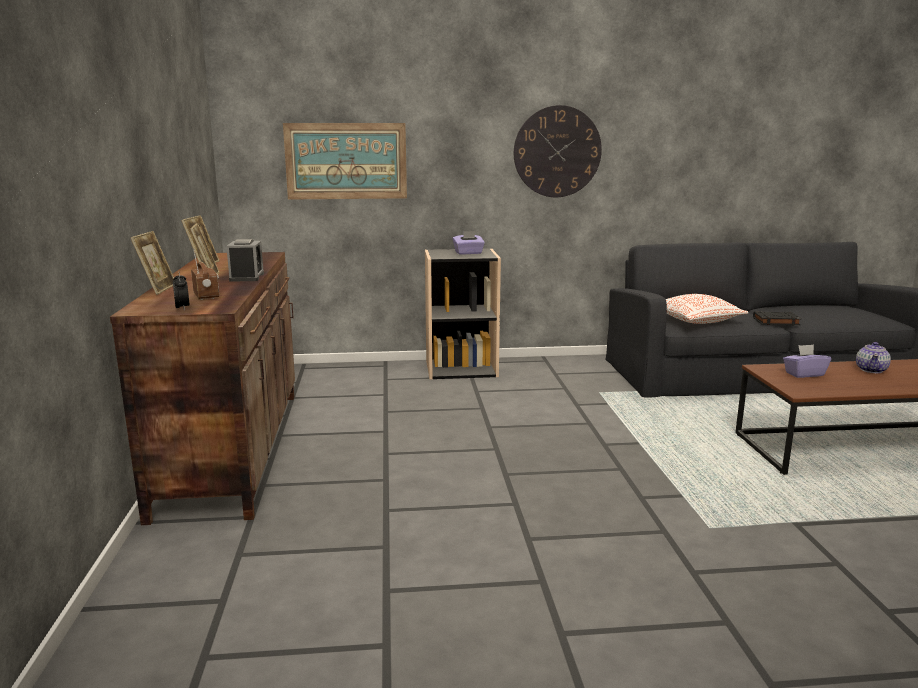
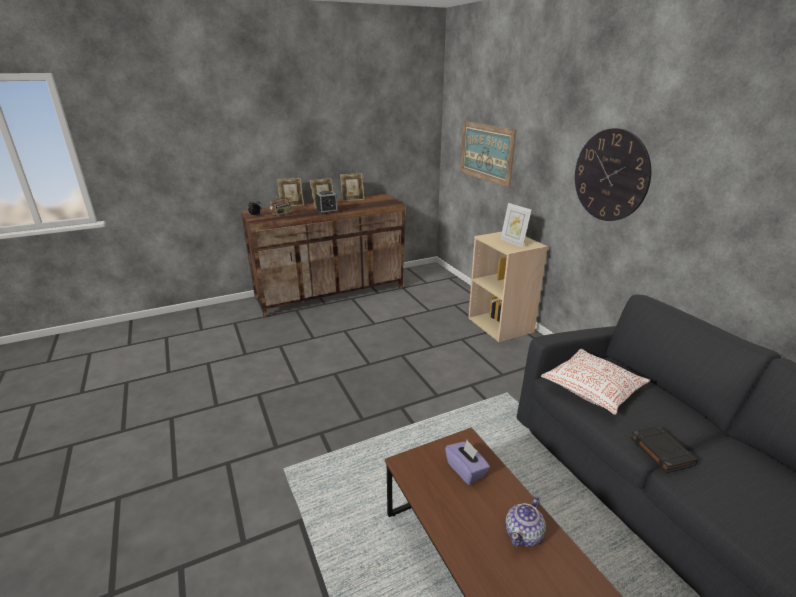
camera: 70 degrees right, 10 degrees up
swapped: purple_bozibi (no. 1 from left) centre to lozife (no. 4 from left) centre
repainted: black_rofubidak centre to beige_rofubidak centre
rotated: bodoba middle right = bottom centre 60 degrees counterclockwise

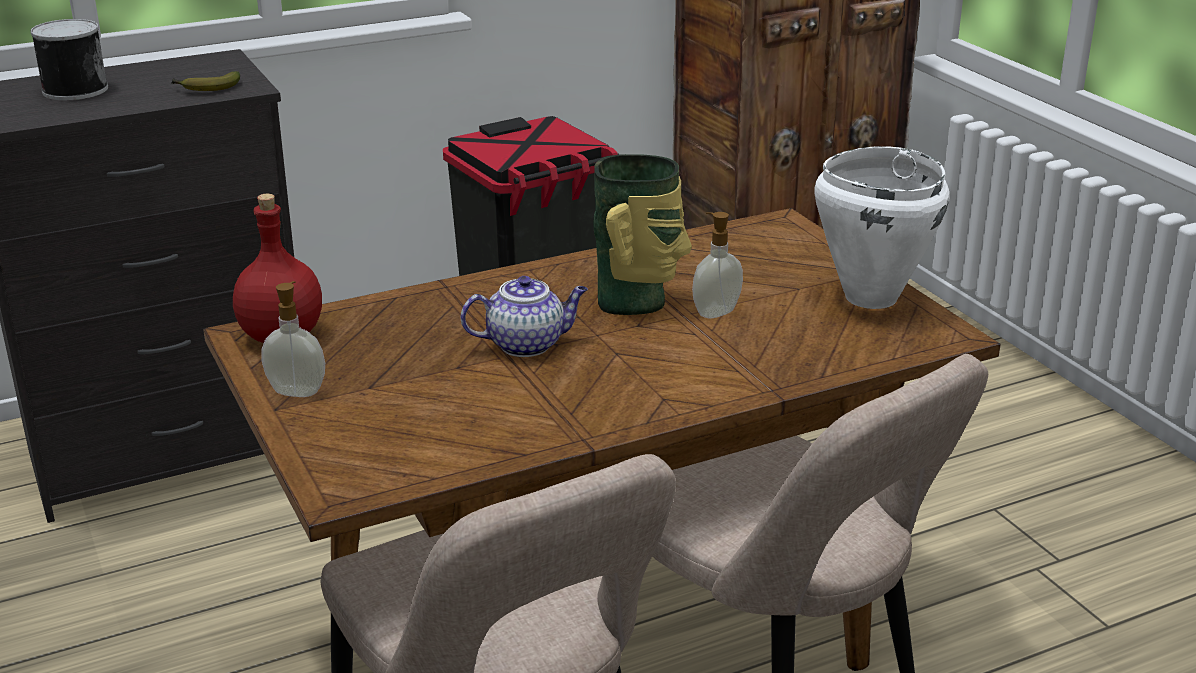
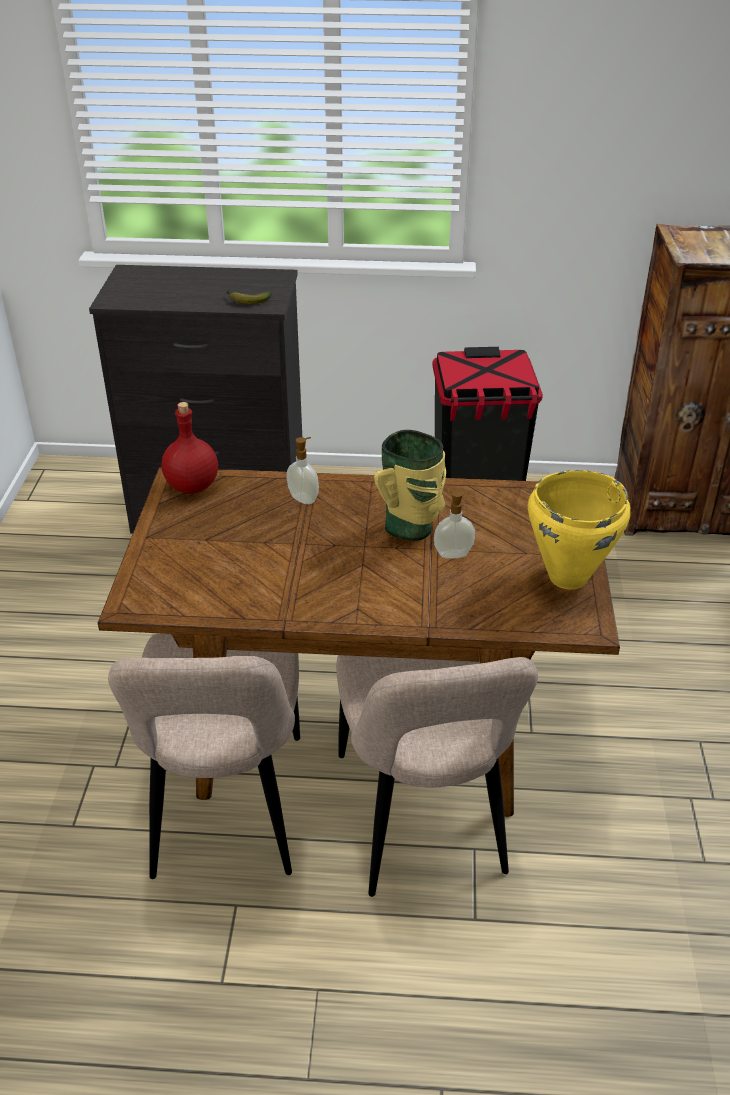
camera: 30 degrees right, 10 degrees up
gone: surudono top left; bodoba centre
shifted: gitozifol (no. 1 from left) middle left to centre
repainted: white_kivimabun middle right to yellow_kivimabun middle right

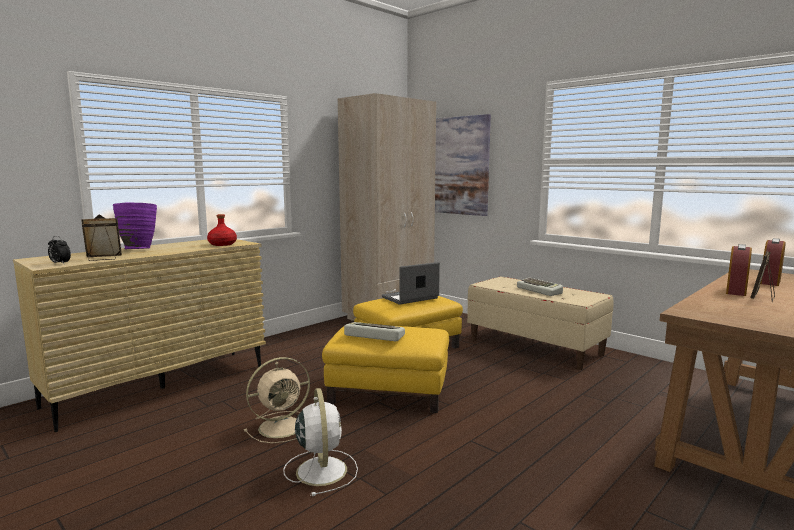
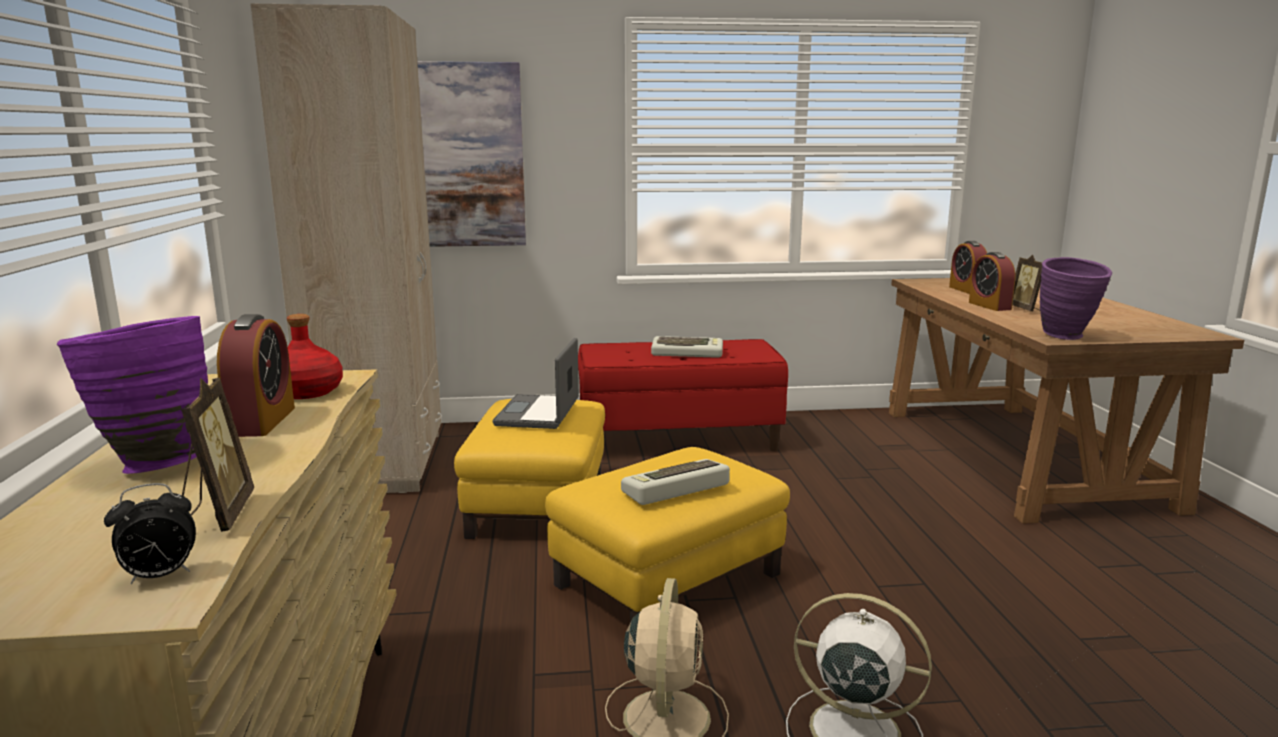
camera: 50 degrees left, 5 degrees up
new: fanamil (no. 2 from left) middle left; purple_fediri (no. 2 from left) middle right
repainted: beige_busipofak middle right to red_busipofak centre
rotated: lozife (no. 1 from left) middle left = middle left 150 degrees clockwise

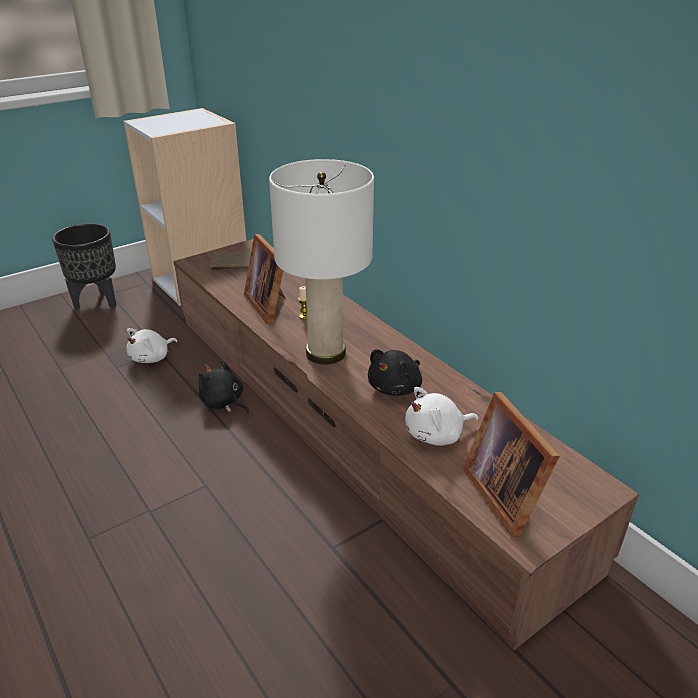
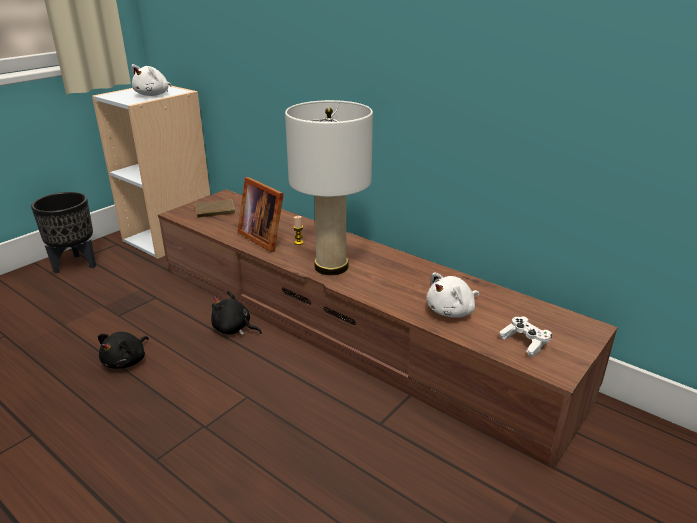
camera: 15 degrees left, 5 degrees down
shifted: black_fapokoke (no. 2 from left in the first image) centre to black_fapokoke (no. 1 from left) bottom left; white_fapokoke (no. 1 from left) middle left to top left
swapped: lozife (no. 2 from left) middle right to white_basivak middle right

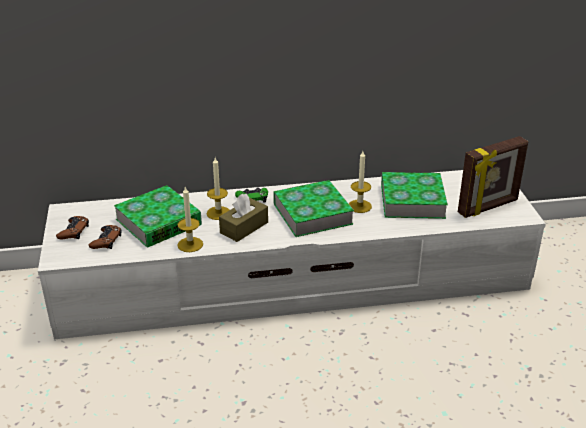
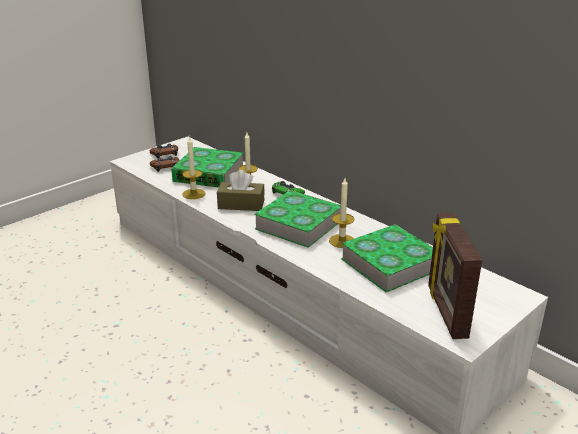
camera: 55 degrees right, 5 degrees down
rotated: lozife middle right = middle right 60 degrees clockwise

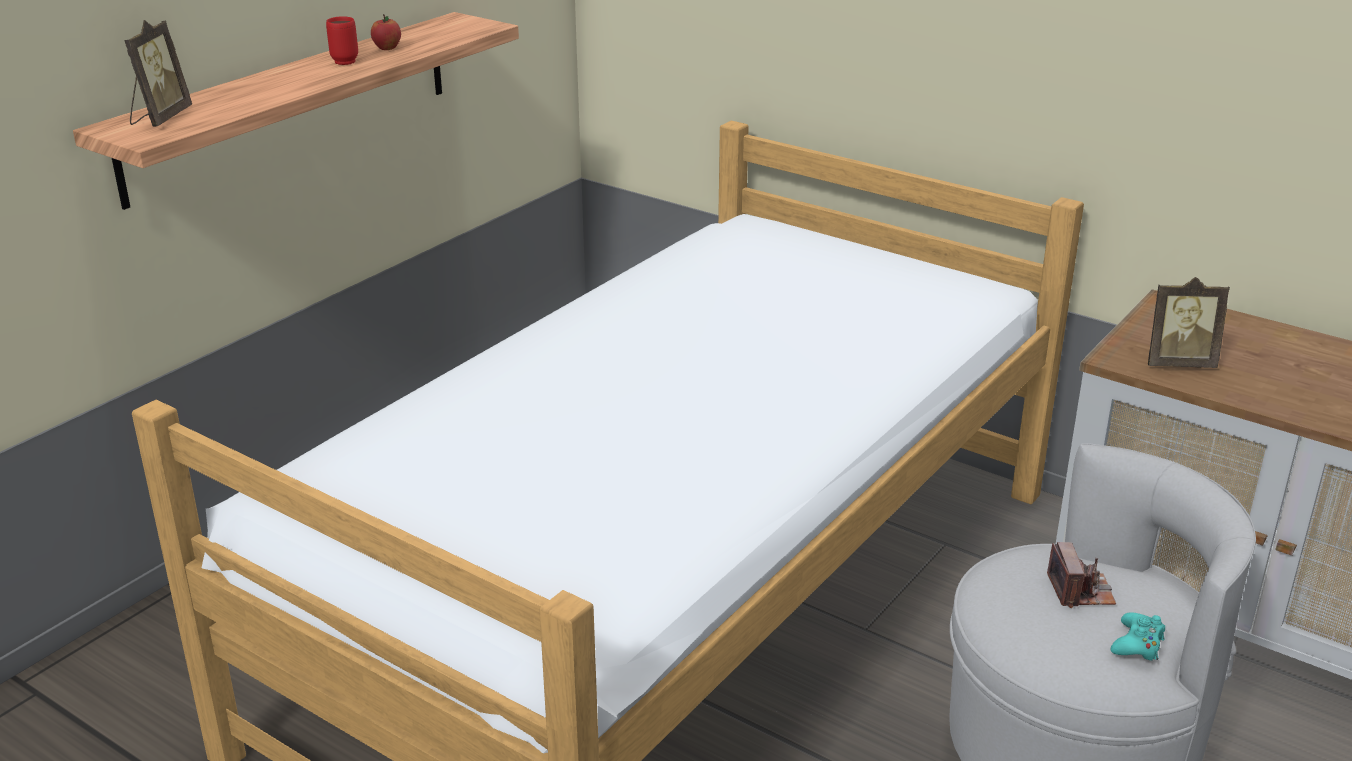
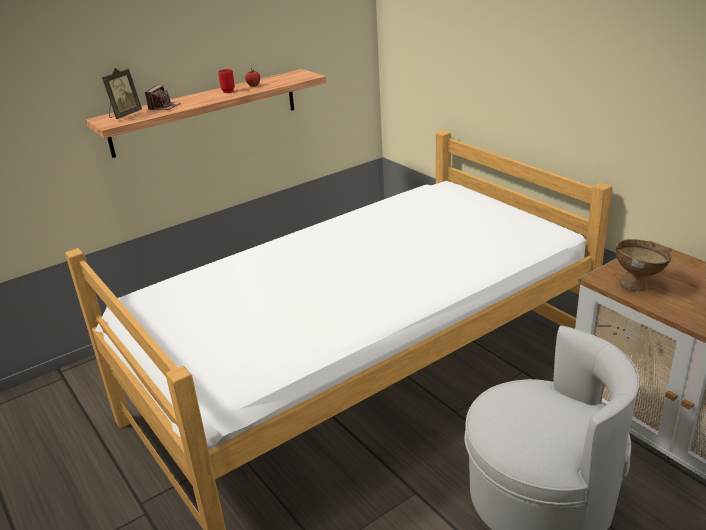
camera: 20 degrees right, 0 degrees up
gone: turquoise_basivak bottom right
shifted: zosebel bottom right to top left
swapped: lozife (no. 2 from left) middle right to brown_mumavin middle right

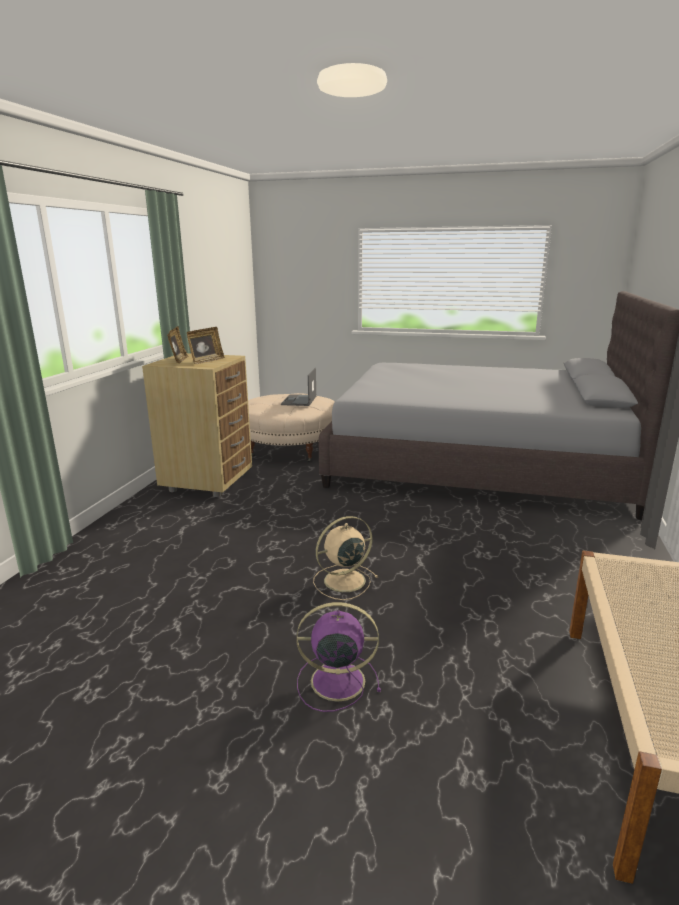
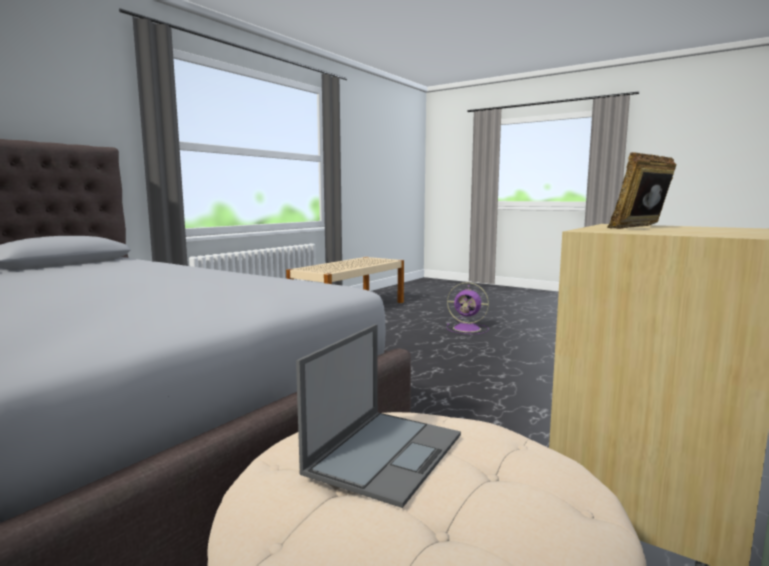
camera: 160 degrees left, 10 degrees down
gone: lozife (no. 1 from left) middle left; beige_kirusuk centre

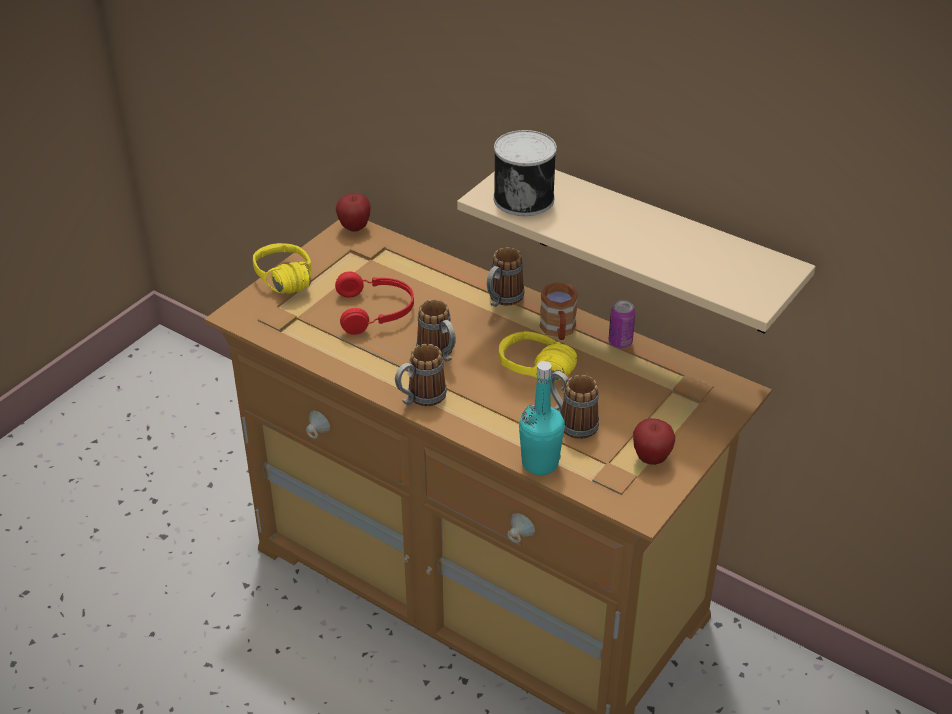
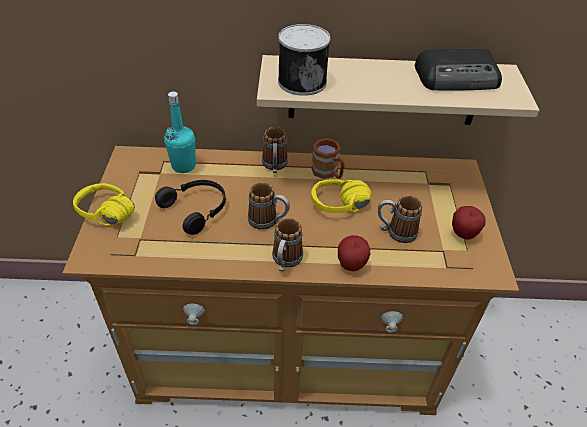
camera: 35 degrees left, 5 degrees up
gone: surudono (no. 2 from left) centre
new: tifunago top right
shifted: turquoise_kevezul centre to top left; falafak (no. 1 from left) top centre to centre
repainted: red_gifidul centre to black_gifidul middle left

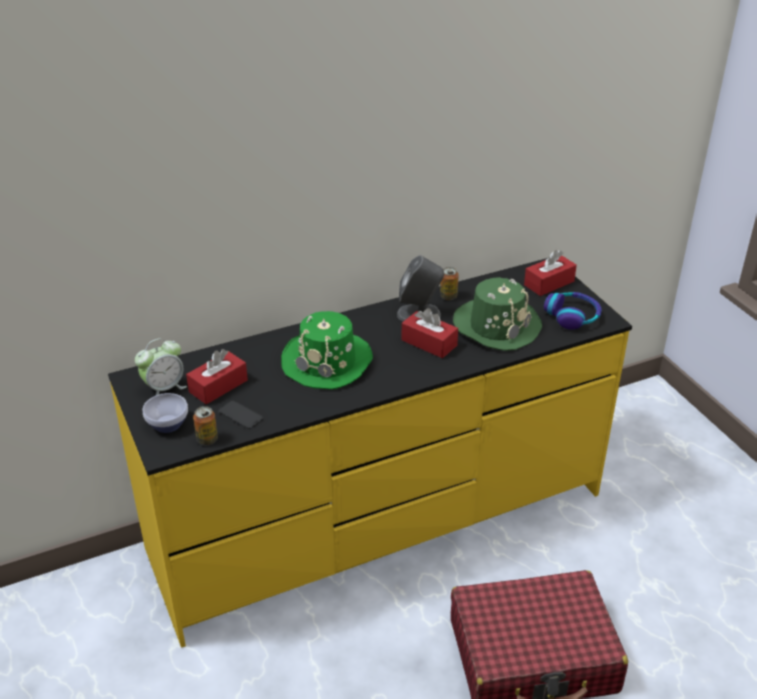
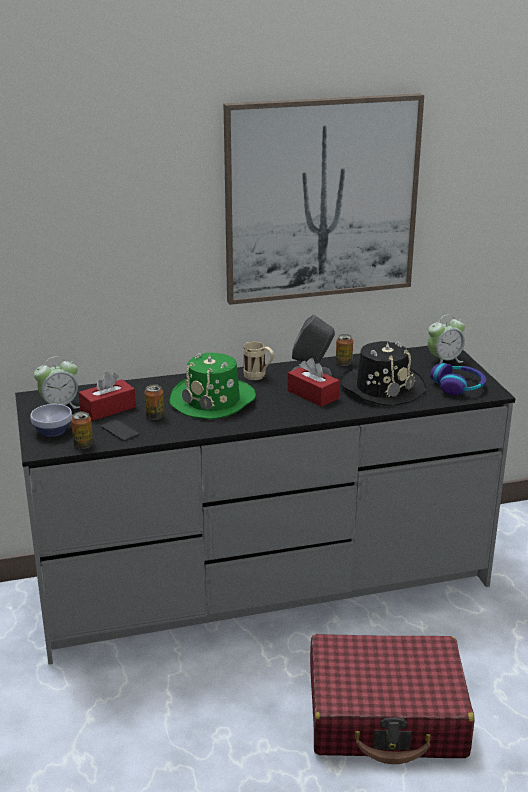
camera: 10 degrees right, 10 degrees down
new: surudono (no. 2 from left) middle left; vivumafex top centre; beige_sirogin centre
swapped: red_bozibi (no. 3 from left) middle right to fanamil (no. 2 from left) middle right
repainted: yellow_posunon centre to grey_posunon centre; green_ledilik (no. 2 from left) centre to black_ledilik middle right

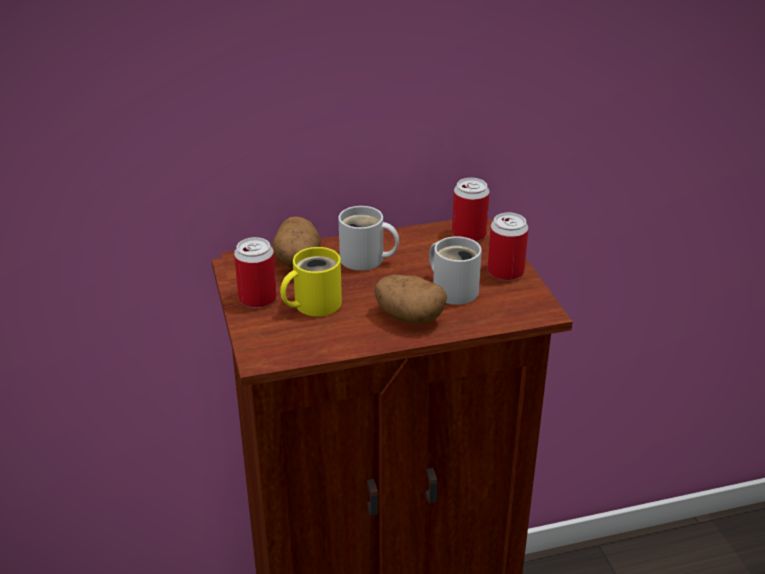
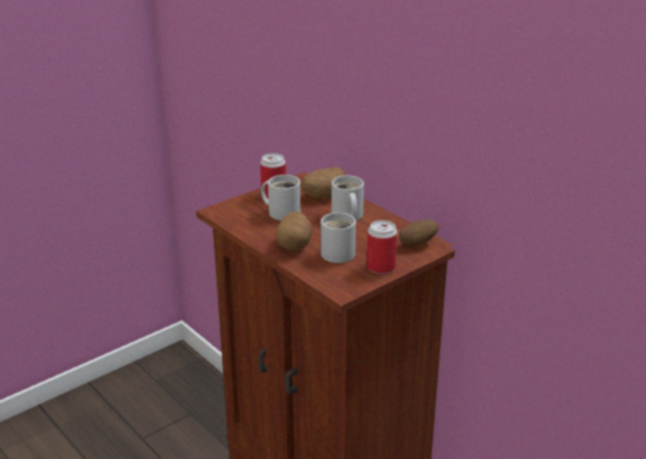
camera: 65 degrees right, 5 degrees down
swapped: surudono (no. 2 from left) centre to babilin (no. 3 from left) centre
repainted: yellow_sirogin centre to white_sirogin (no. 1 from left) centre

